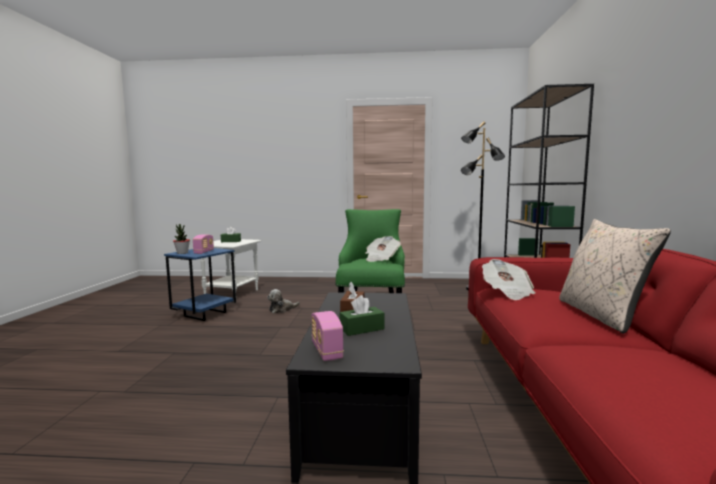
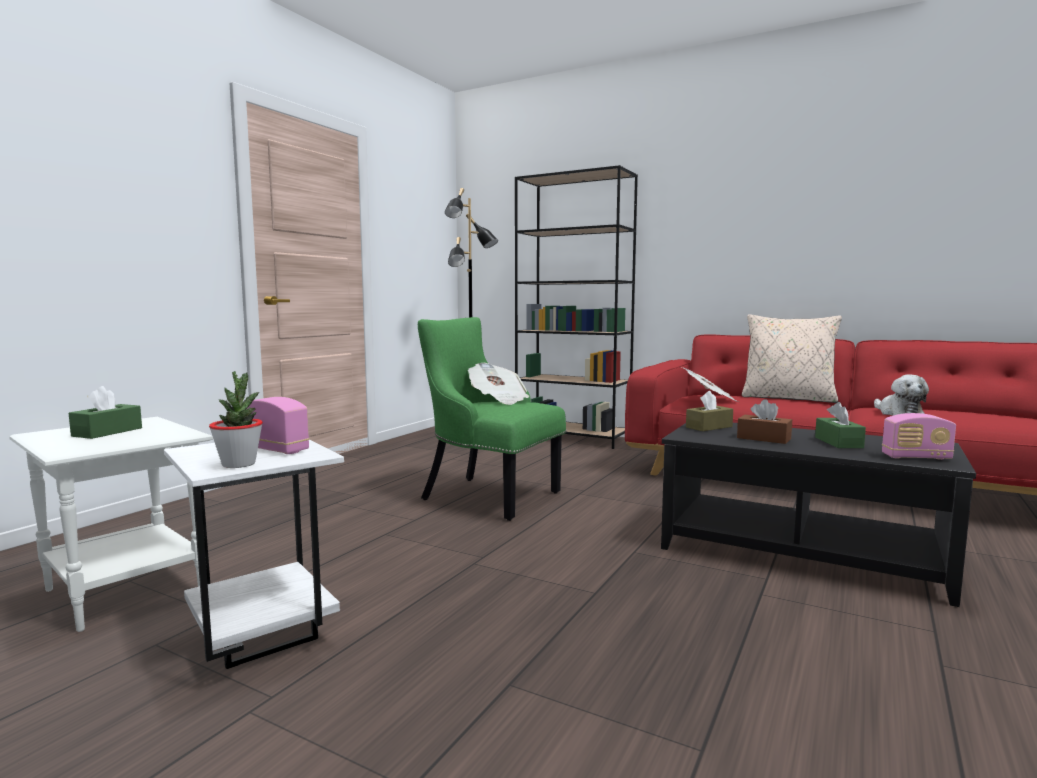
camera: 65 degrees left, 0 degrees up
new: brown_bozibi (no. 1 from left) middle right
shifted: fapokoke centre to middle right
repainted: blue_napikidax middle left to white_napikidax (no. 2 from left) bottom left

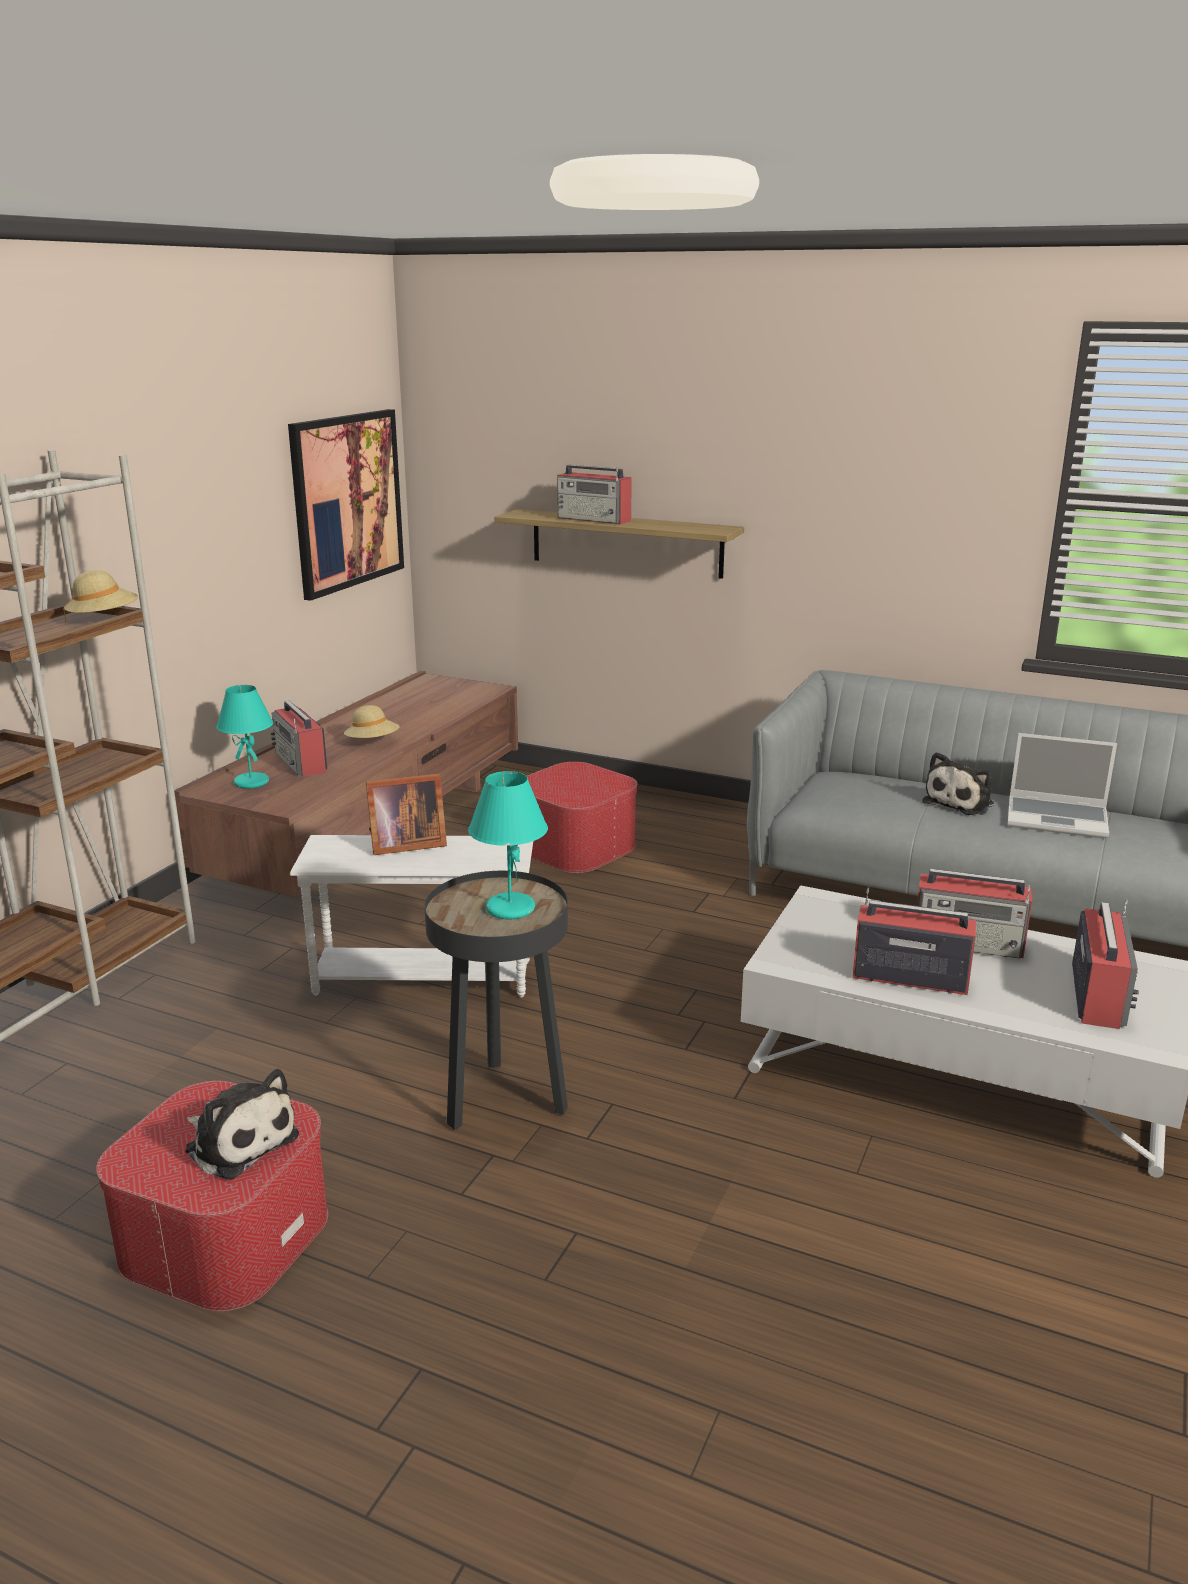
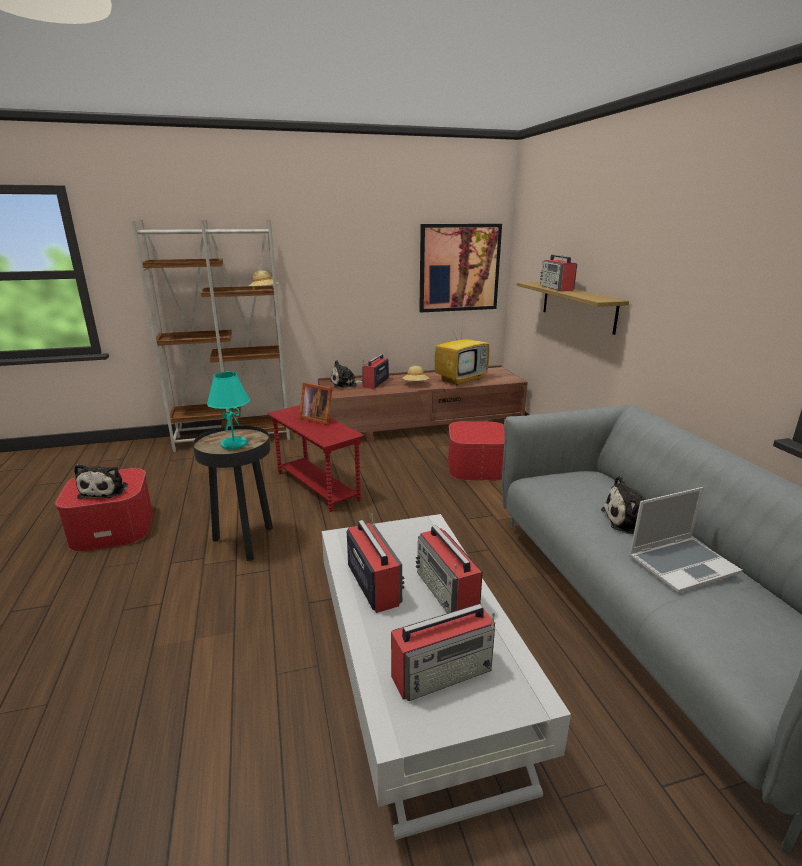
camera: 50 degrees right, 0 degrees up
new: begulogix centre
swapped: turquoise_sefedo (no. 1 from left) middle left to fapokoke (no. 2 from left) centre
repainted: white_napikidax centre to red_napikidax centre
rotated: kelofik middle right = middle right 90 degrees counterclockwise

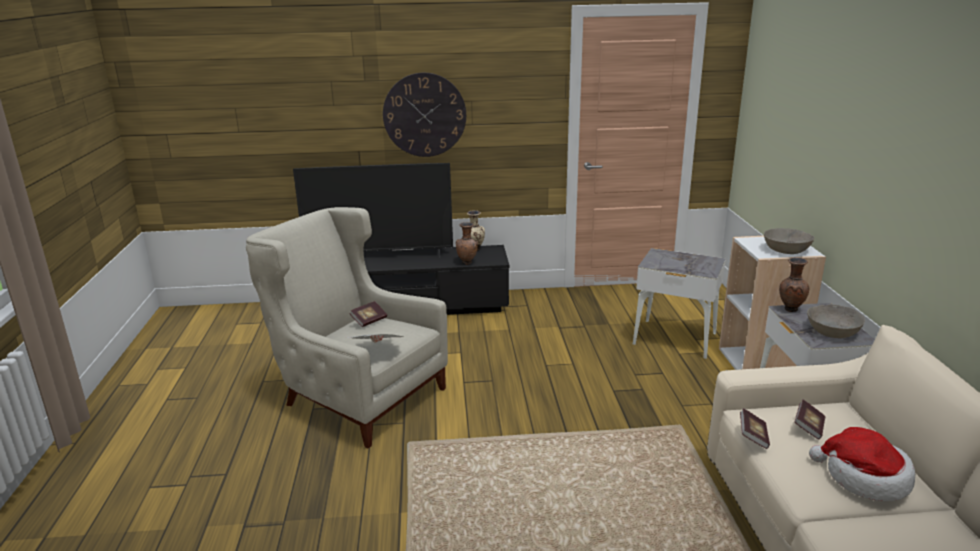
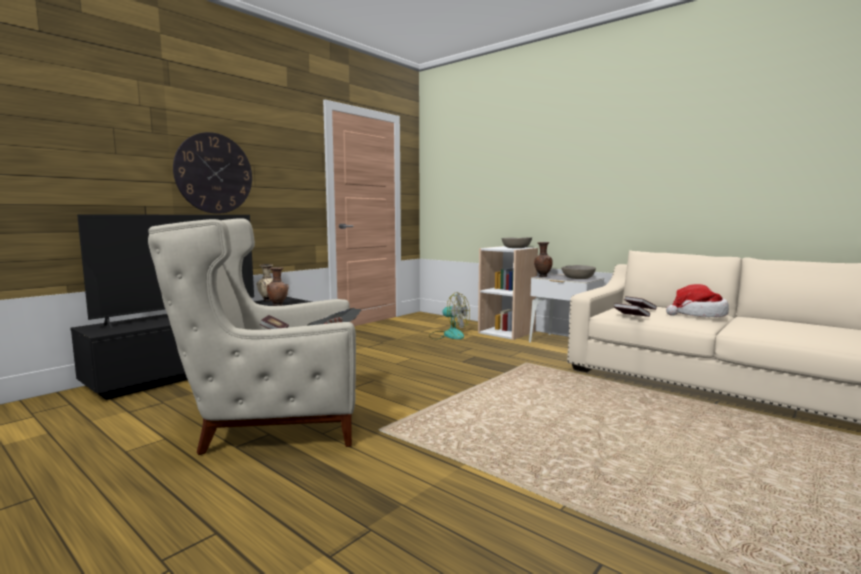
camera: 45 degrees left, 15 degrees down
swapped: napikidax (no. 1 from left) middle right to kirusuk centre

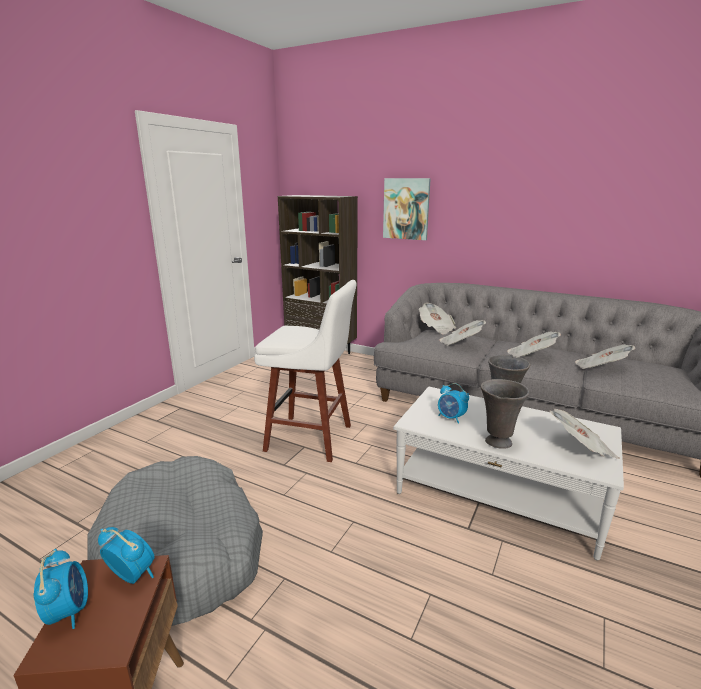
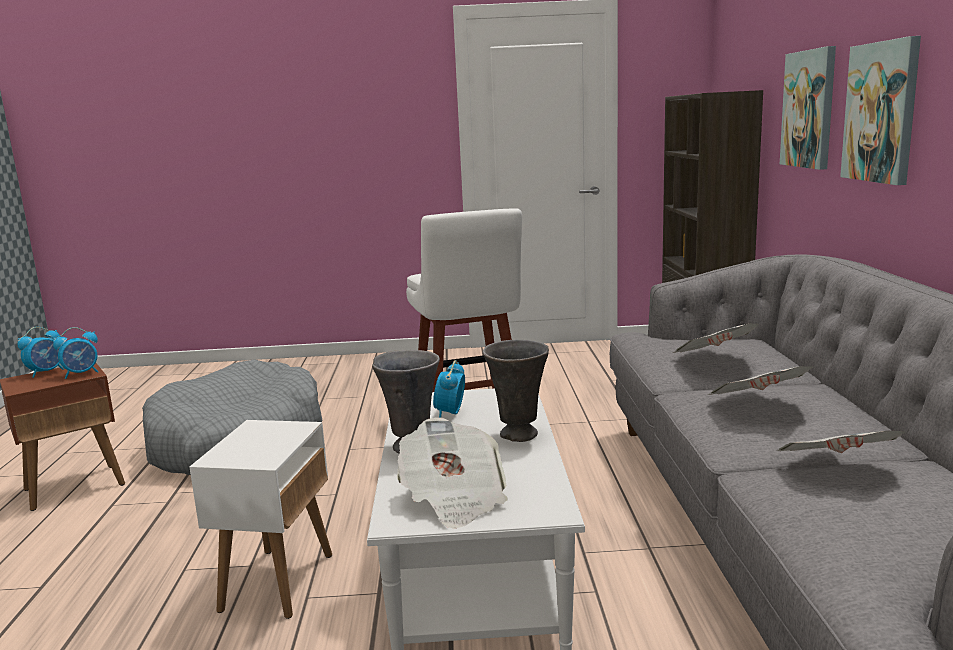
camera: 60 degrees right, 5 degrees down
gone: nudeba (no. 1 from left) centre
new: white_napikidax bottom left; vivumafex (no. 2 from left) top right
rotated: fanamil (no. 2 from left) bottom left = middle left 60 degrees clockwise

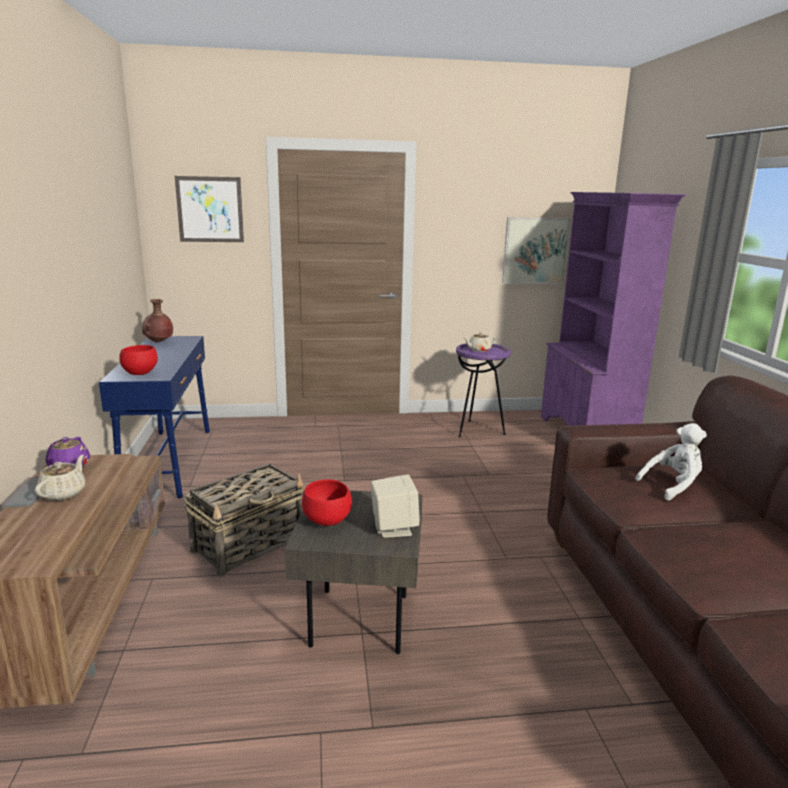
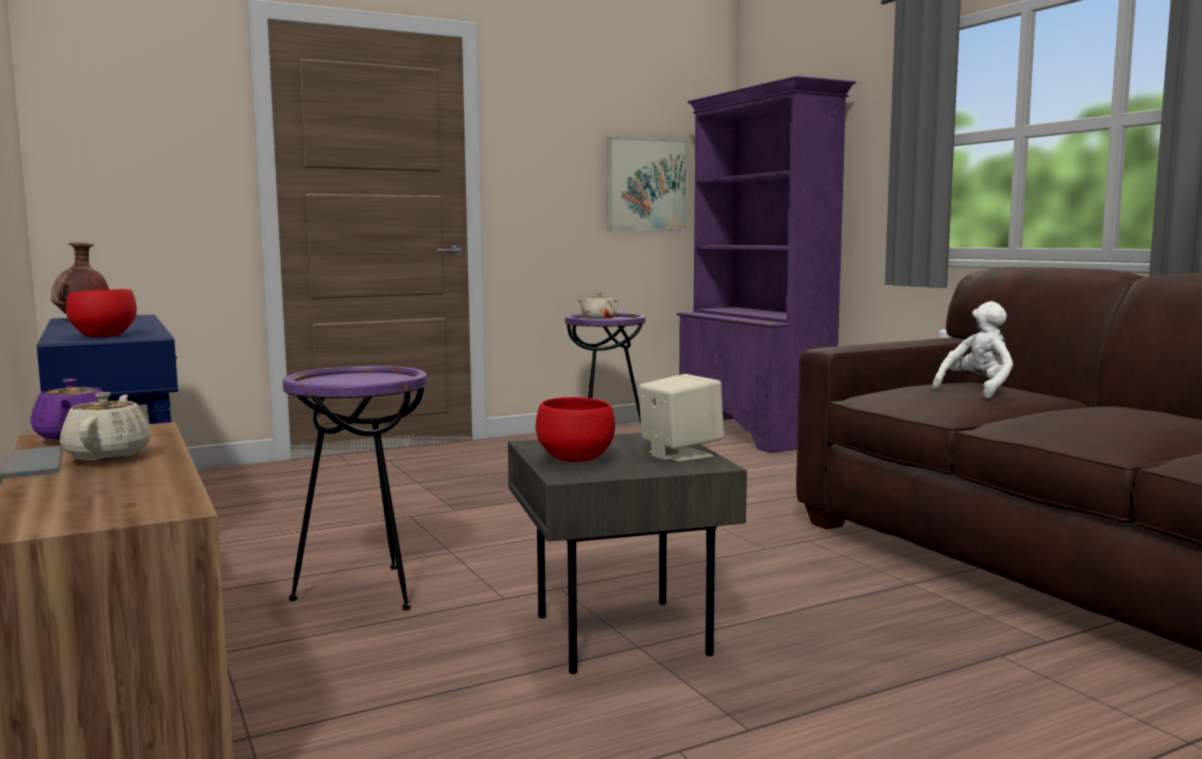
camera: 20 degrees left, 10 degrees down
gone: vivumafex (no. 1 from left) top left
swapped: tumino middle left to purple_napikidax (no. 1 from left) middle left

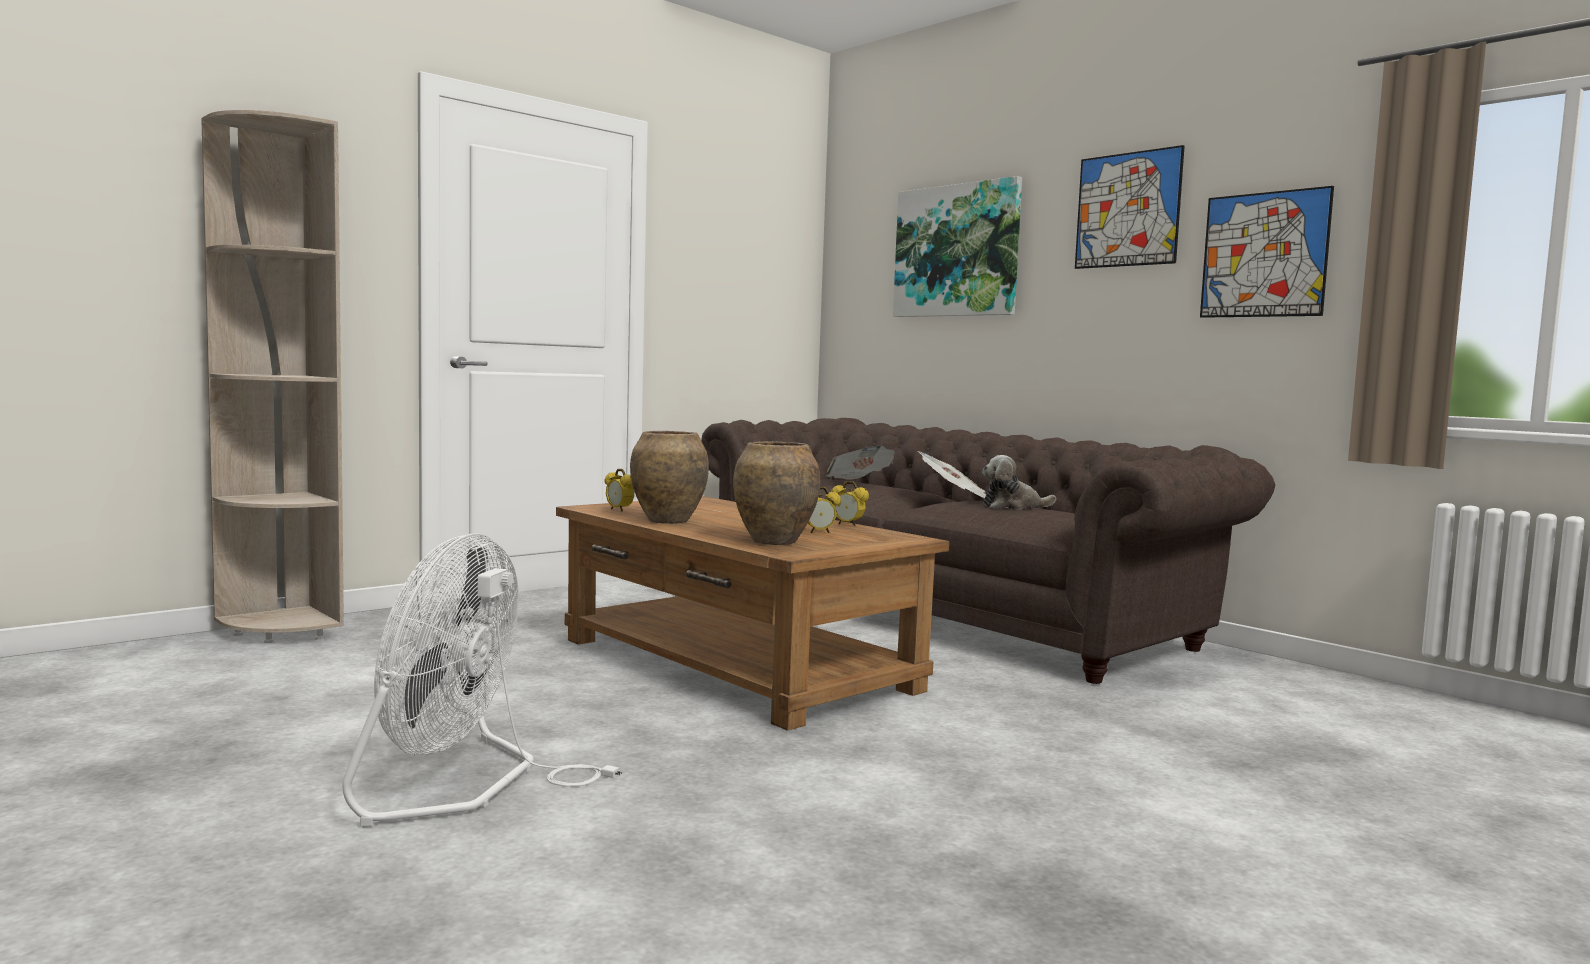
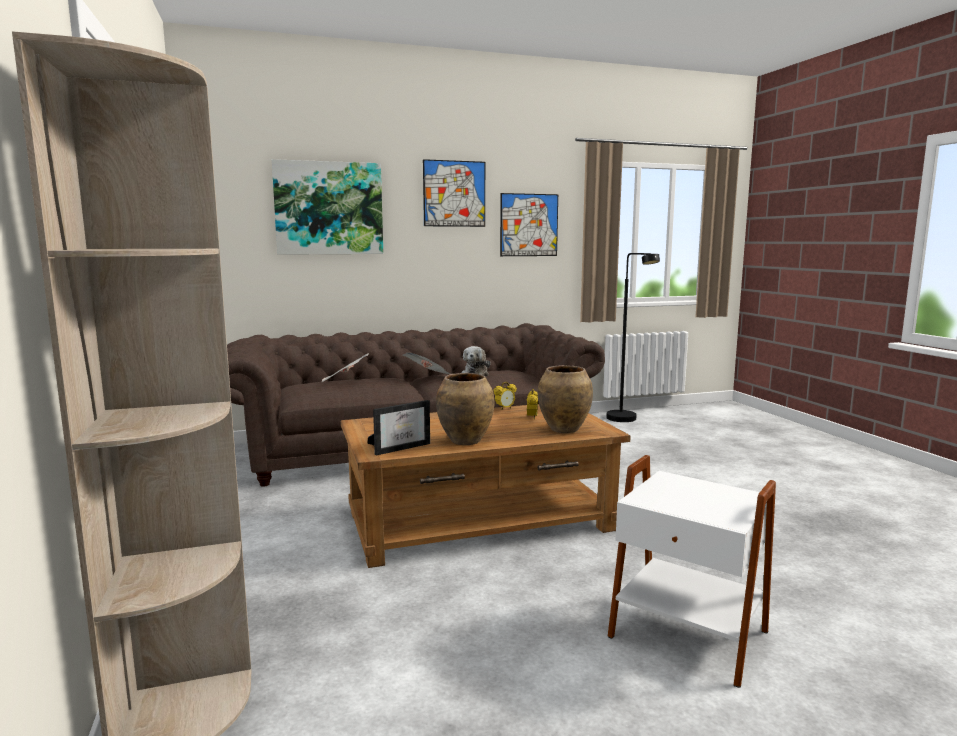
camera: 65 degrees left, 5 degrees up
new: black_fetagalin centre
swapped: fanamil (no. 1 from left) centre to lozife centre; white_kirusuk bottom left to white_napikidax bottom right

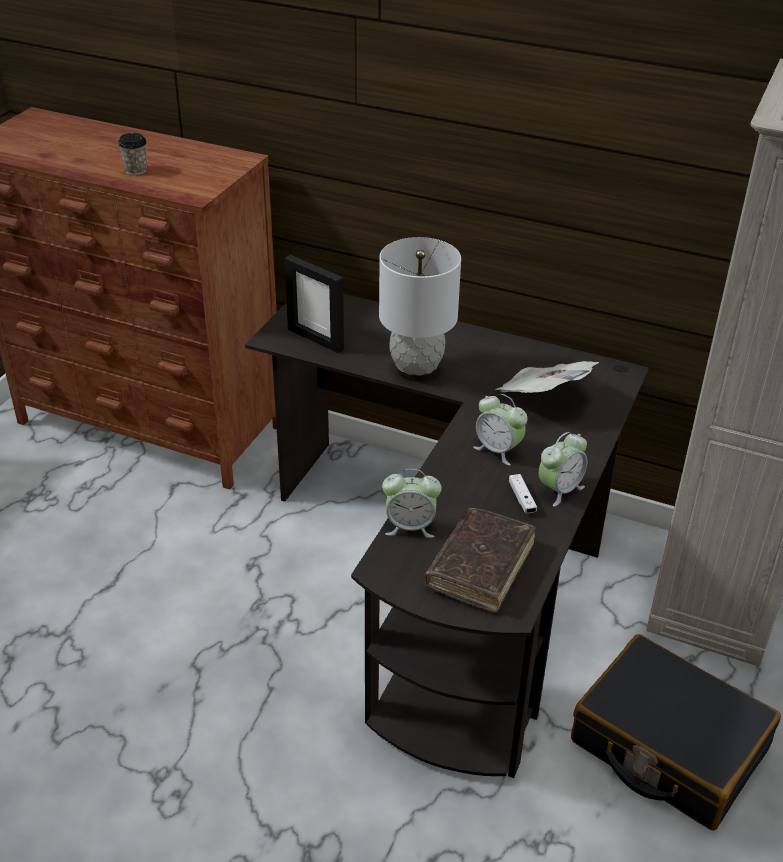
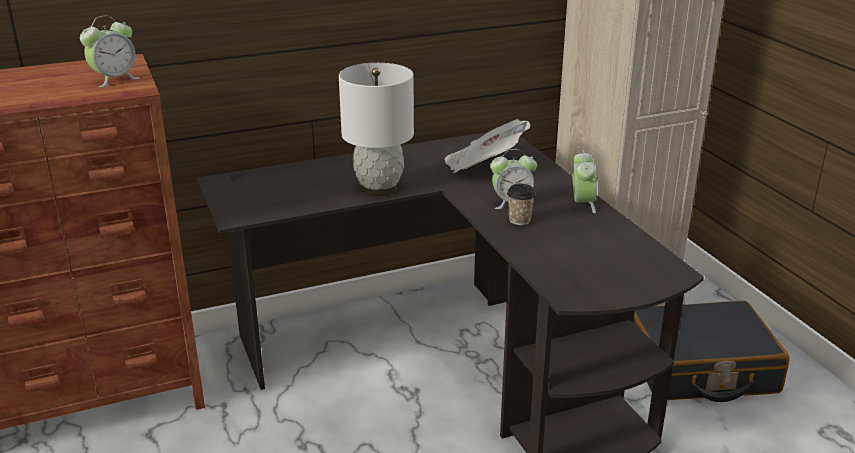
camera: 45 degrees left, 10 degrees down
gone: lozife centre; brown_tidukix centre; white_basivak middle right
shifted: fanamil (no. 1 from left) centre to top left; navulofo top left to centre

